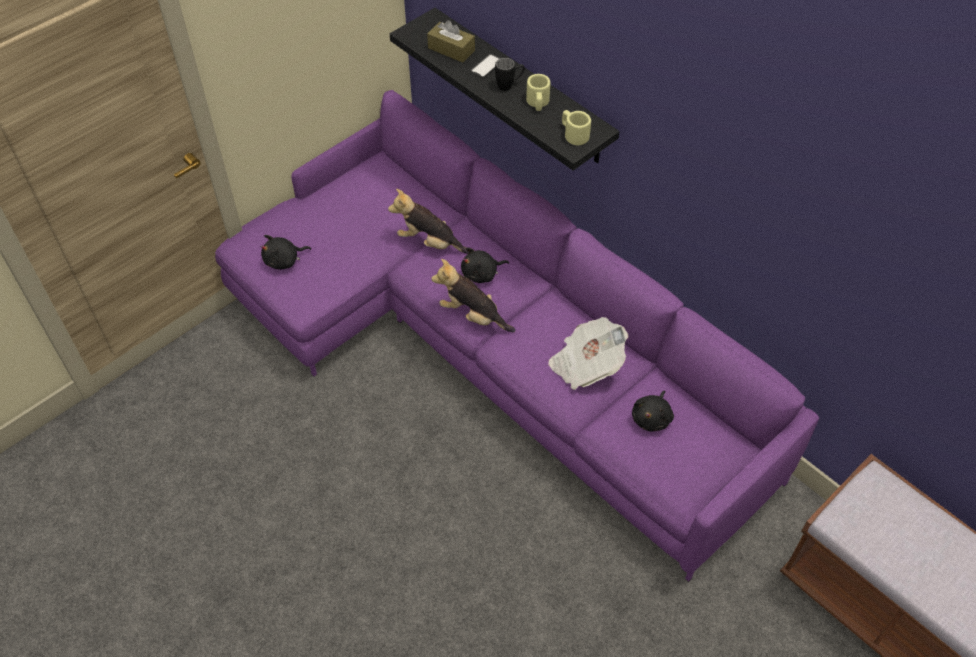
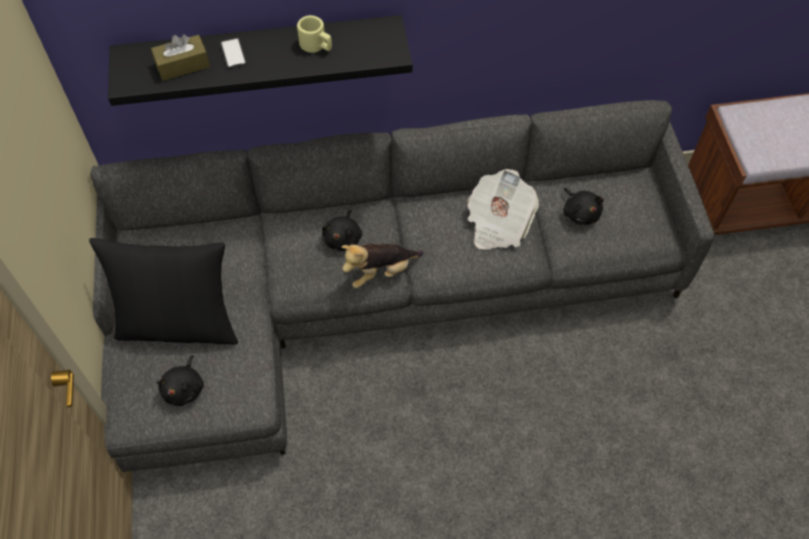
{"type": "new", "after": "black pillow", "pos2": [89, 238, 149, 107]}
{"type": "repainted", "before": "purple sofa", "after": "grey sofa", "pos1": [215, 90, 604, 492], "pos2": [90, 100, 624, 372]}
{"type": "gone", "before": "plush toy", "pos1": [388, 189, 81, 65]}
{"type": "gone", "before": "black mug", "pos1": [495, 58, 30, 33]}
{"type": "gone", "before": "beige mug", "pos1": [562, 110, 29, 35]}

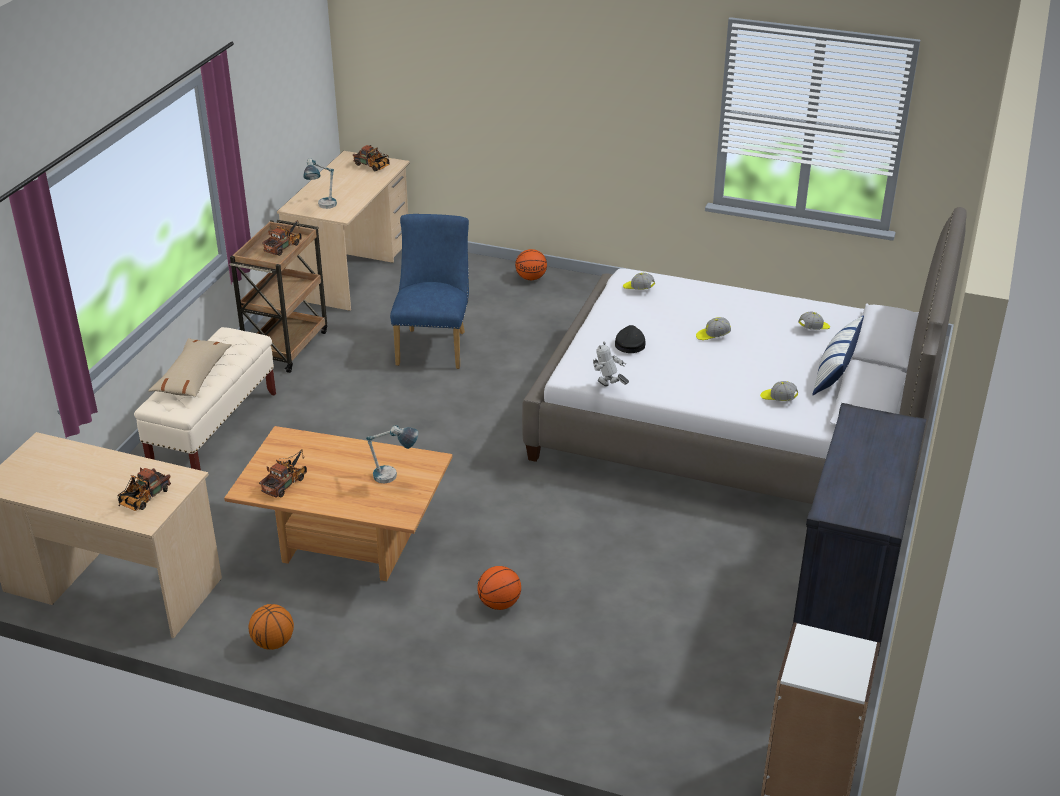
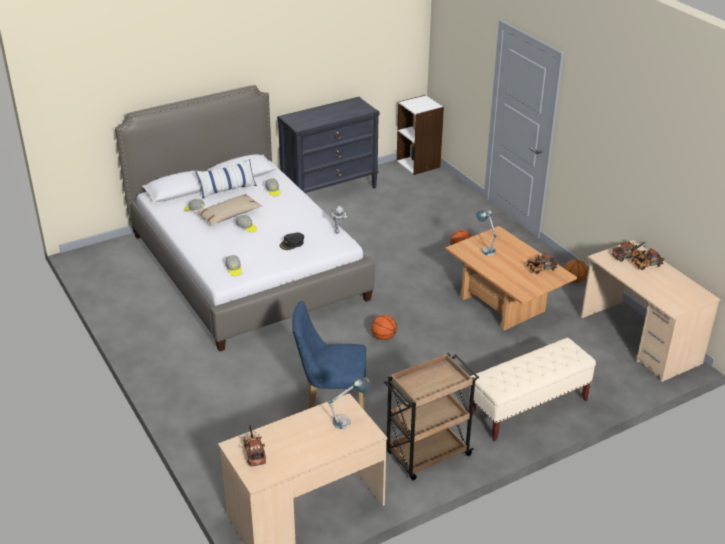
{"type": "shifted", "before": "beige pillow", "pos1": [149, 338, 83, 59], "pos2": [196, 194, 67, 32]}
{"type": "rotated", "before": "blue chair", "pos1": [390, 214, 79, 155], "pos2": [292, 301, 74, 108], "turn": 45}
{"type": "shifted", "before": "basketball", "pos1": [515, 249, 32, 31], "pos2": [371, 315, 26, 25]}
{"type": "shifted", "before": "toy truck", "pos1": [262, 220, 40, 36], "pos2": [631, 248, 34, 22]}

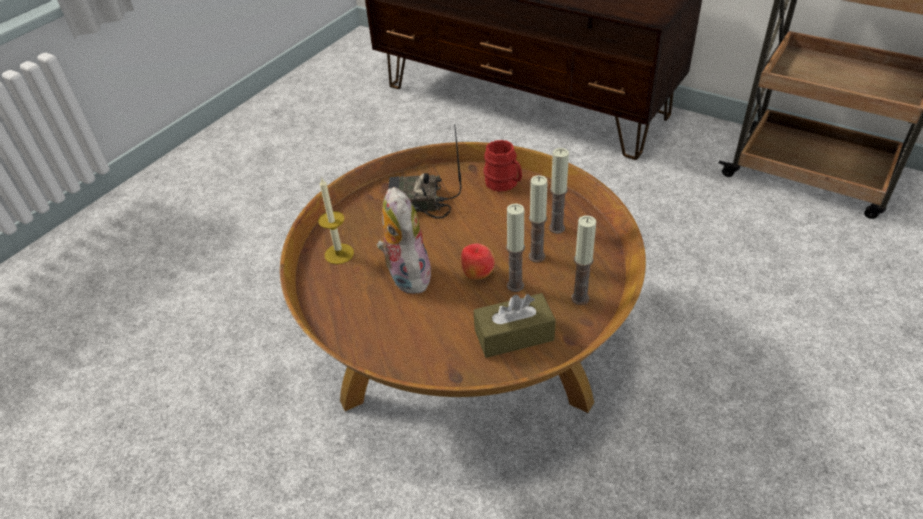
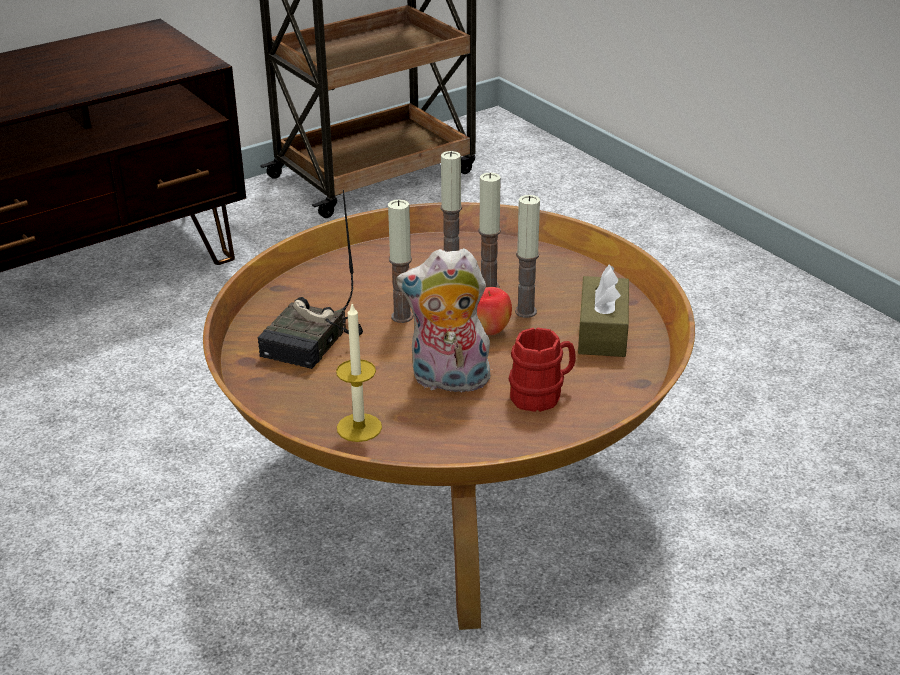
{"type": "shifted", "before": "candle", "pos1": [571, 215, 25, 90], "pos2": [388, 199, 25, 124]}
{"type": "shifted", "before": "red mug", "pos1": [483, 140, 39, 52], "pos2": [509, 328, 67, 84]}

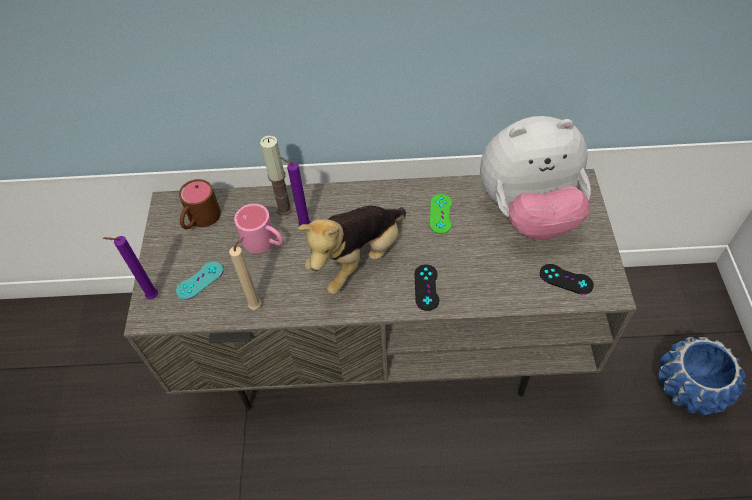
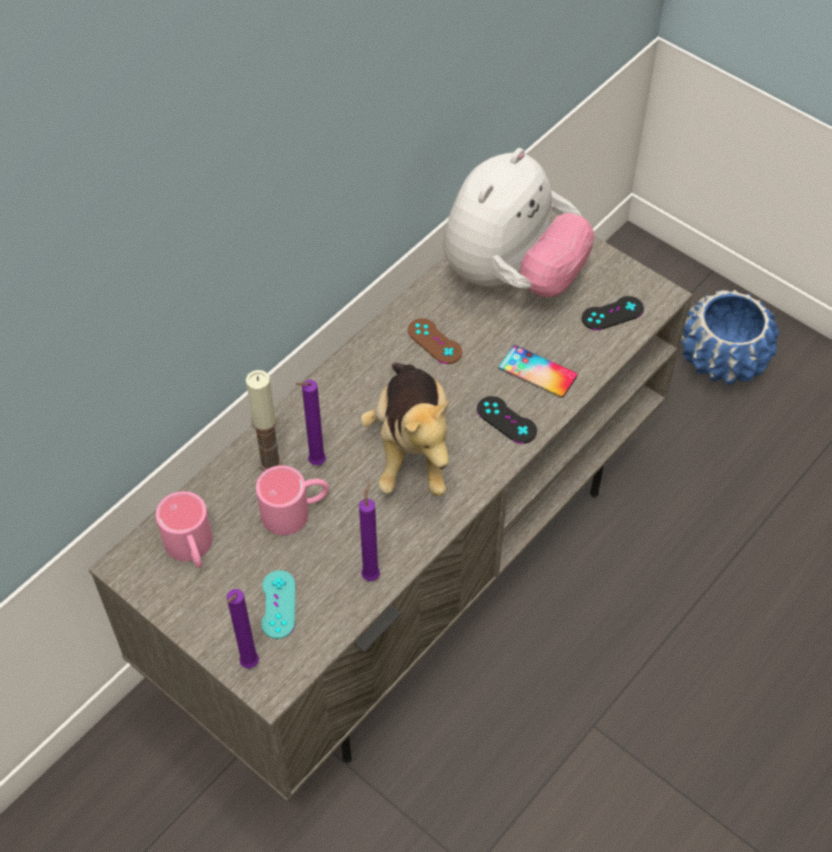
{"type": "repainted", "before": "brown mug", "after": "pink mug", "pos1": [179, 179, 42, 51], "pos2": [156, 491, 57, 77]}
{"type": "repainted", "before": "beige candle", "after": "purple candle", "pos1": [229, 237, 32, 73], "pos2": [359, 482, 21, 99]}
{"type": "repainted", "before": "green game controller", "after": "brown game controller", "pos1": [430, 194, 22, 40], "pos2": [408, 318, 55, 46]}
{"type": "new", "after": "phone", "pos2": [499, 345, 79, 53]}

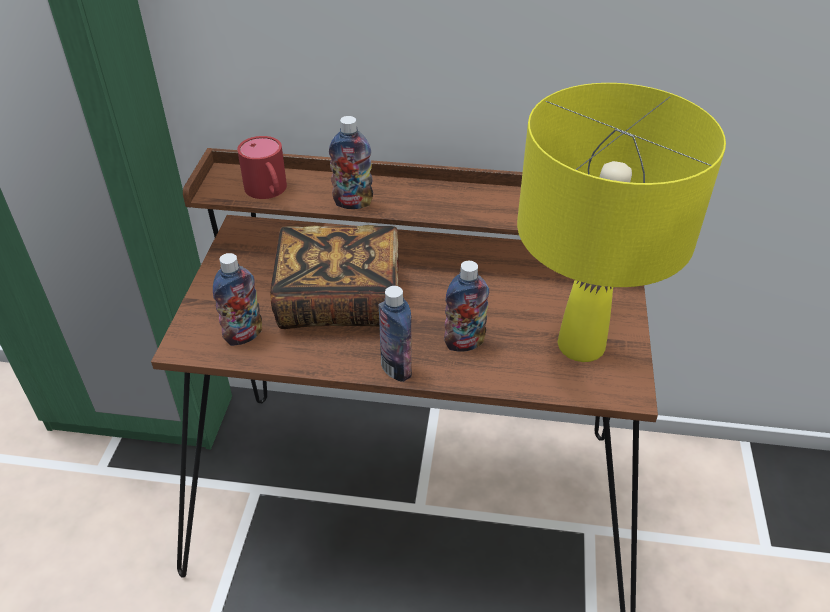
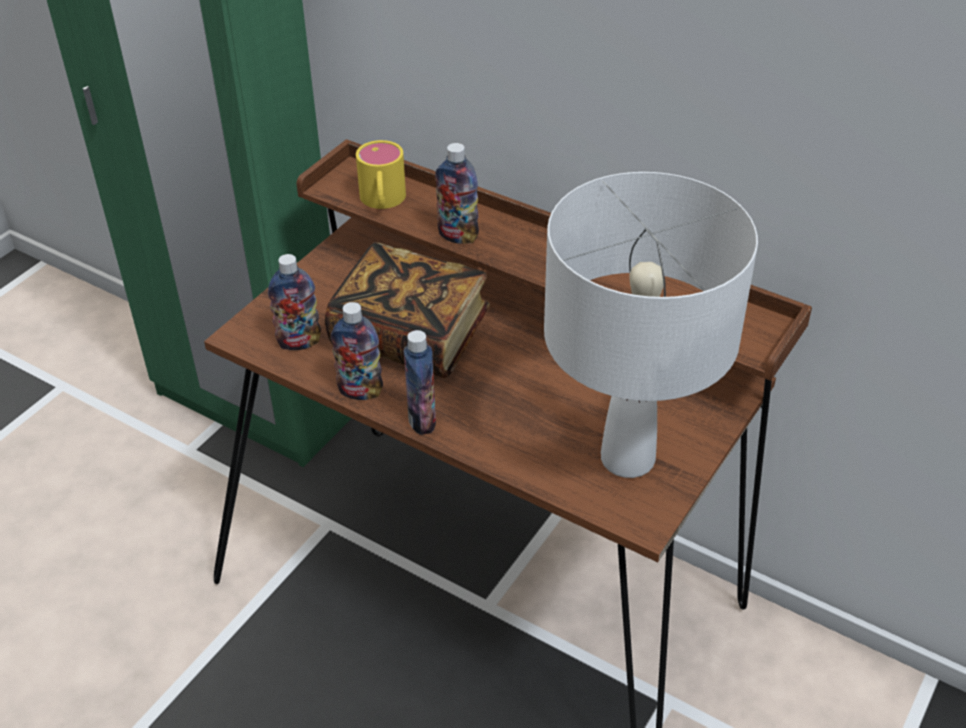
{"type": "shifted", "before": "bottle", "pos1": [444, 261, 45, 91], "pos2": [331, 302, 52, 98]}
{"type": "repainted", "before": "red mug", "after": "yellow mug", "pos1": [237, 136, 50, 63], "pos2": [356, 140, 50, 69]}
{"type": "repainted", "before": "yellow table lamp", "after": "white table lamp", "pos1": [517, 83, 209, 279], "pos2": [544, 172, 214, 306]}

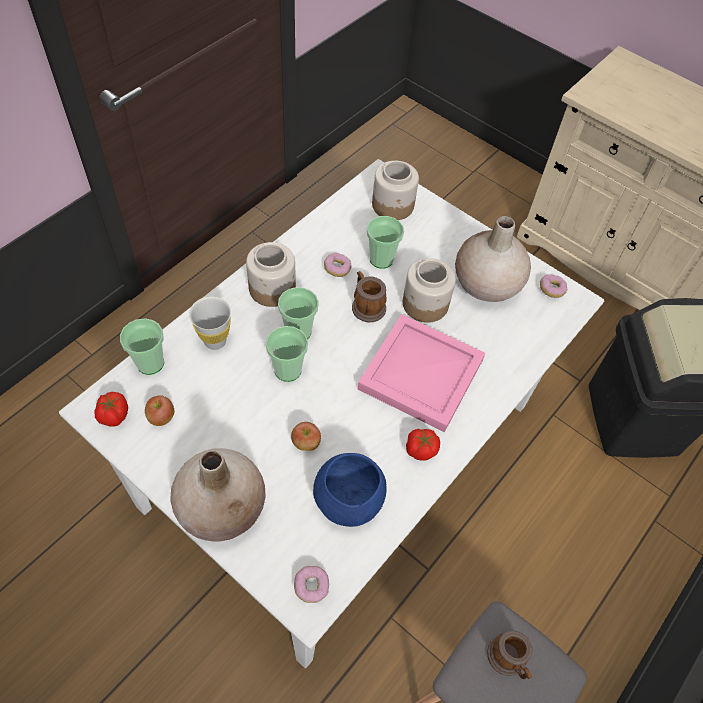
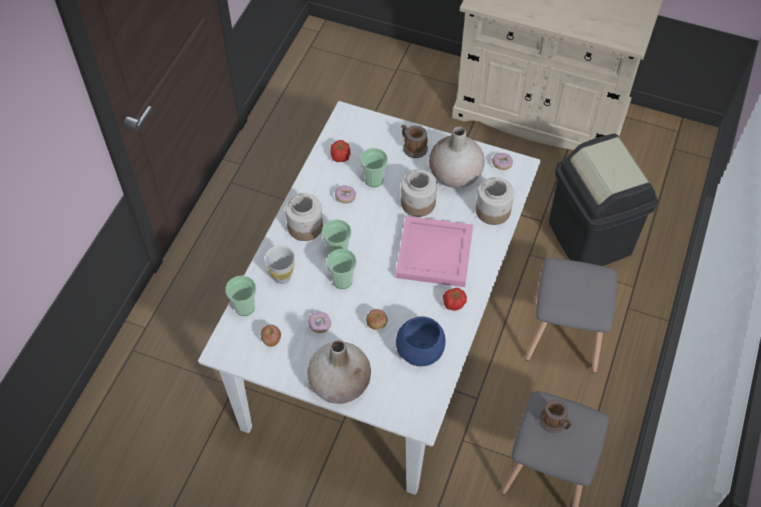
{"type": "shifted", "before": "donut", "pos1": [294, 566, 35, 37], "pos2": [308, 311, 23, 22]}
{"type": "shifted", "before": "tomato", "pos1": [94, 392, 34, 35], "pos2": [330, 140, 20, 22]}
{"type": "shifted", "before": "mug", "pos1": [352, 271, 35, 51], "pos2": [401, 125, 27, 33]}
{"type": "shifted", "before": "jar", "pos1": [372, 161, 47, 59], "pos2": [476, 177, 38, 48]}
{"type": "new", "after": "grey stool", "pos2": [525, 258, 92, 115]}

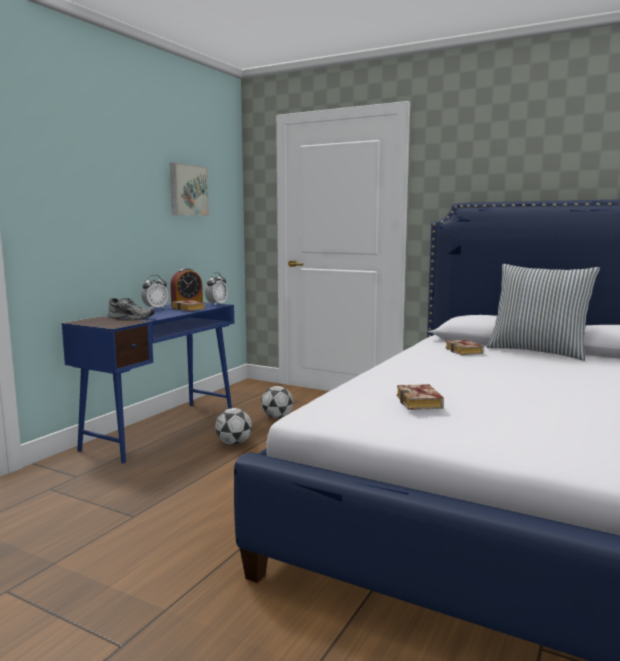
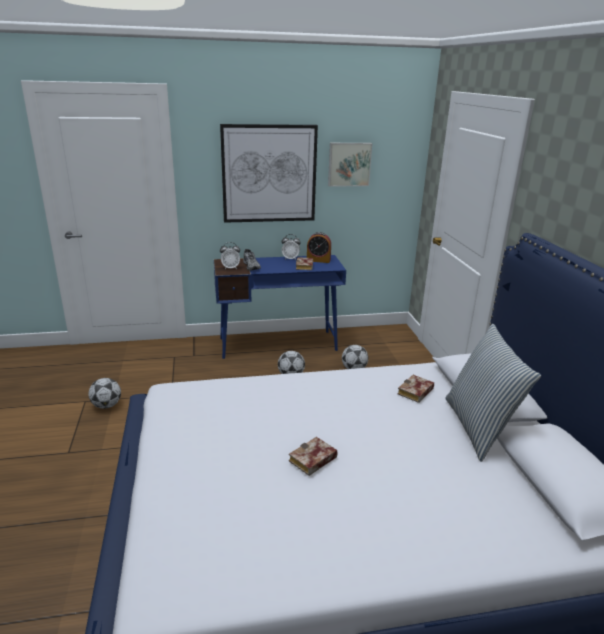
{"type": "new", "after": "football", "pos2": [88, 378, 33, 31]}
{"type": "new", "after": "picture", "pos2": [220, 124, 98, 99]}
{"type": "shifted", "before": "alarm clock", "pos1": [205, 272, 23, 34], "pos2": [220, 242, 20, 27]}
{"type": "shifted", "before": "book", "pos1": [397, 384, 47, 26], "pos2": [289, 437, 49, 39]}

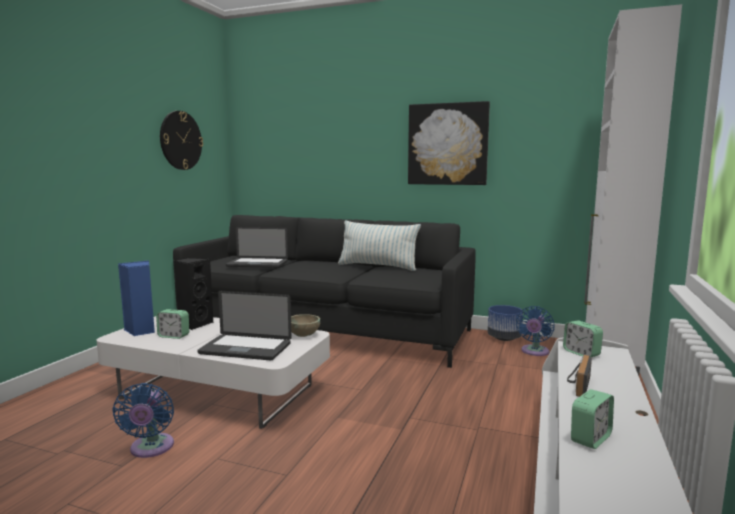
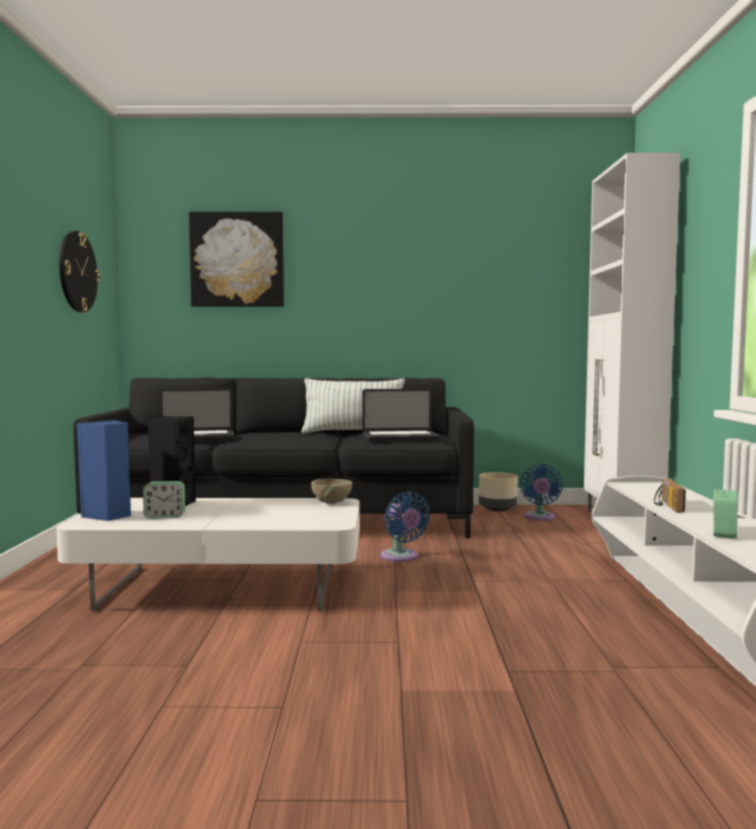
{"type": "shifted", "before": "picture", "pos1": [408, 101, 82, 84], "pos2": [189, 212, 95, 95]}
{"type": "shifted", "before": "laptop", "pos1": [197, 291, 95, 69], "pos2": [362, 389, 78, 52]}
{"type": "shifted", "before": "blue fan", "pos1": [112, 383, 62, 75], "pos2": [381, 491, 49, 71]}
{"type": "repainted", "before": "blue planter", "after": "beige planter", "pos1": [488, 305, 35, 36], "pos2": [479, 472, 39, 40]}
{"type": "gone", "before": "alarm clock", "pos1": [563, 320, 40, 37]}

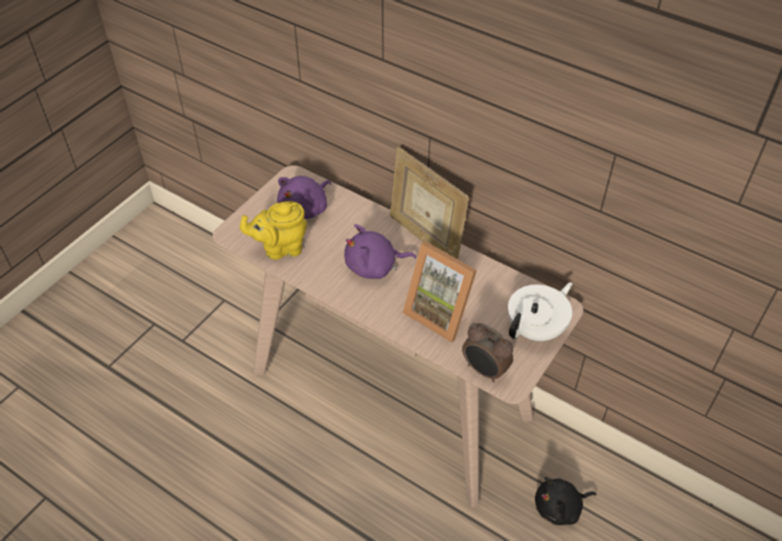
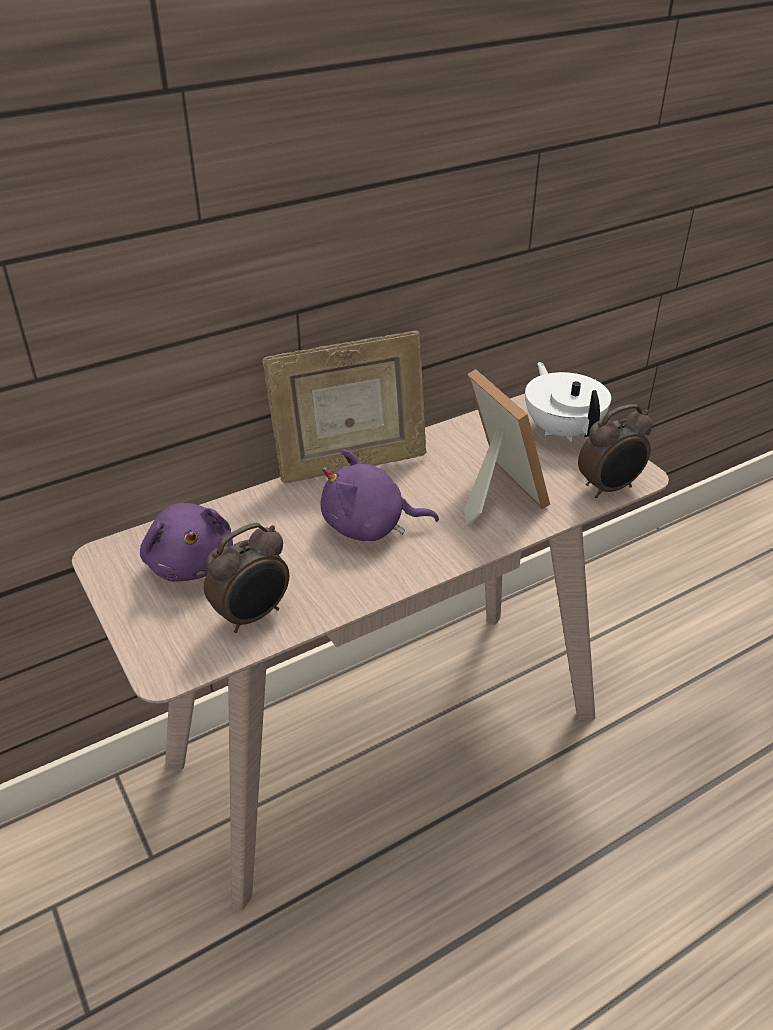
{"type": "swapped", "before": "yellow teapot", "after": "alarm clock", "pos1": [240, 201, 67, 59], "pos2": [204, 523, 85, 110]}
{"type": "rotated", "before": "purple plush toy", "pos1": [344, 224, 73, 55], "pos2": [320, 449, 119, 92], "turn": 75}
{"type": "rotated", "before": "picture frame", "pos1": [403, 241, 74, 102], "pos2": [464, 369, 86, 157], "turn": -90}
{"type": "gone", "before": "black plush toy", "pos1": [535, 477, 61, 48]}

